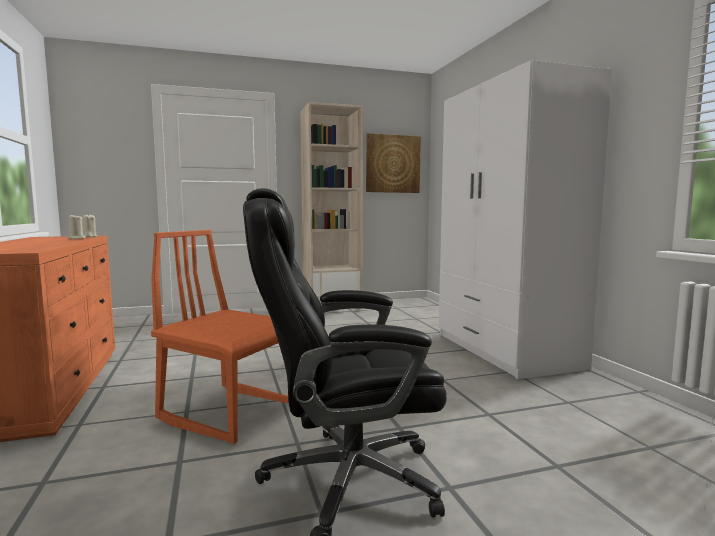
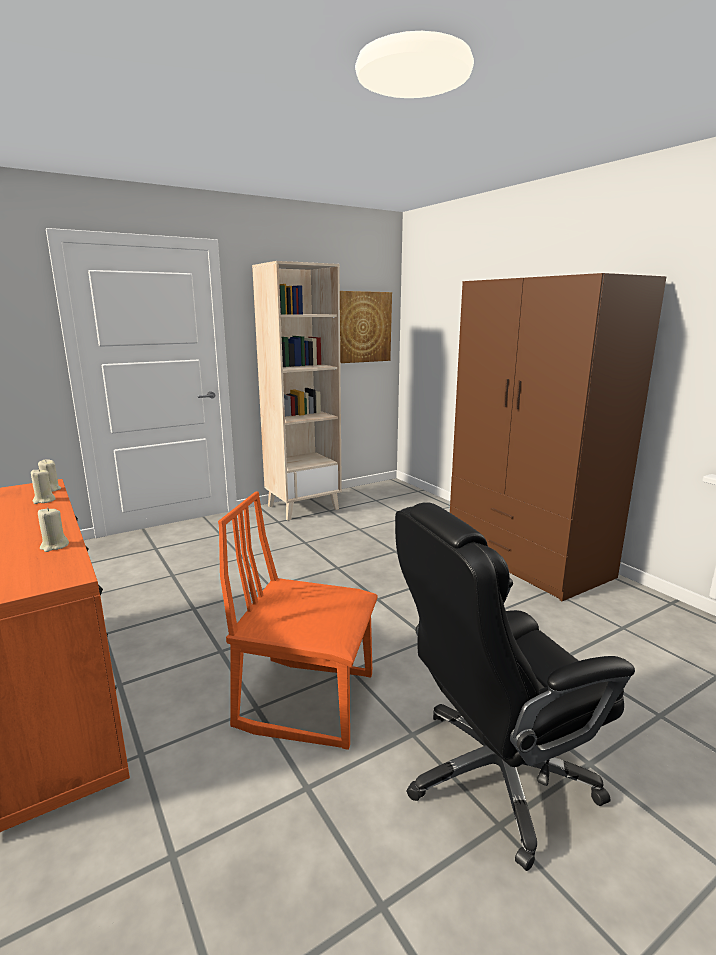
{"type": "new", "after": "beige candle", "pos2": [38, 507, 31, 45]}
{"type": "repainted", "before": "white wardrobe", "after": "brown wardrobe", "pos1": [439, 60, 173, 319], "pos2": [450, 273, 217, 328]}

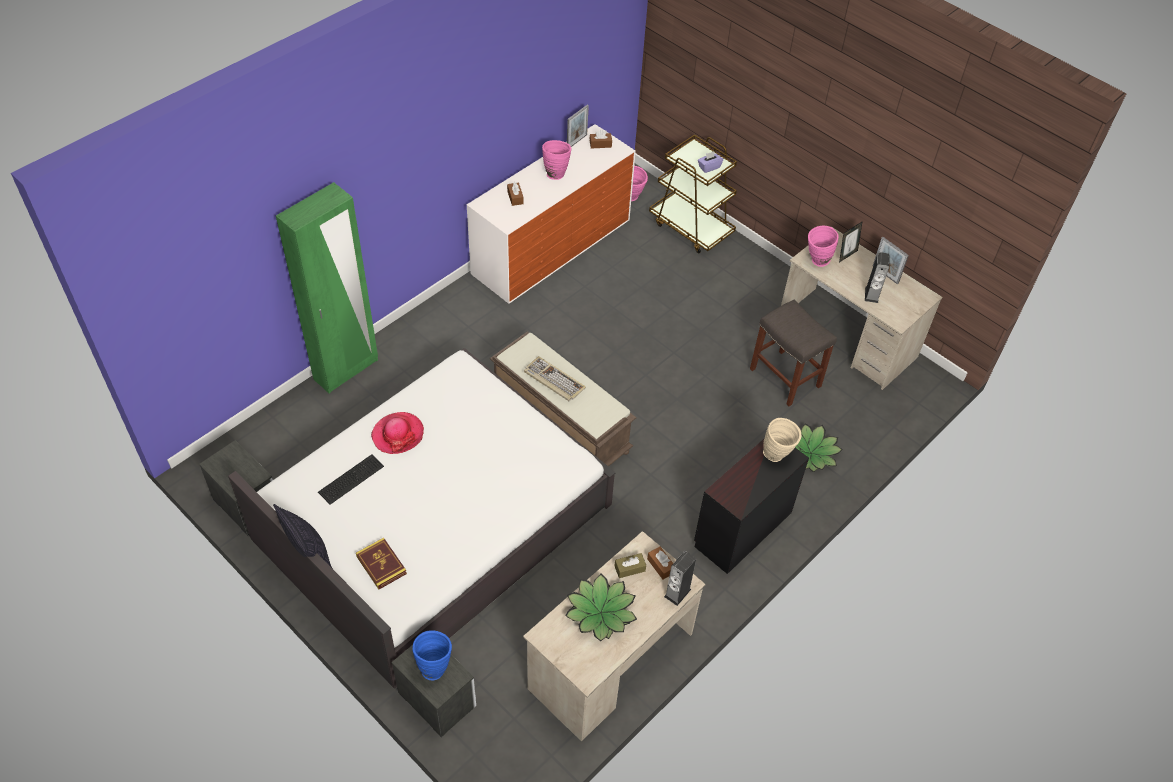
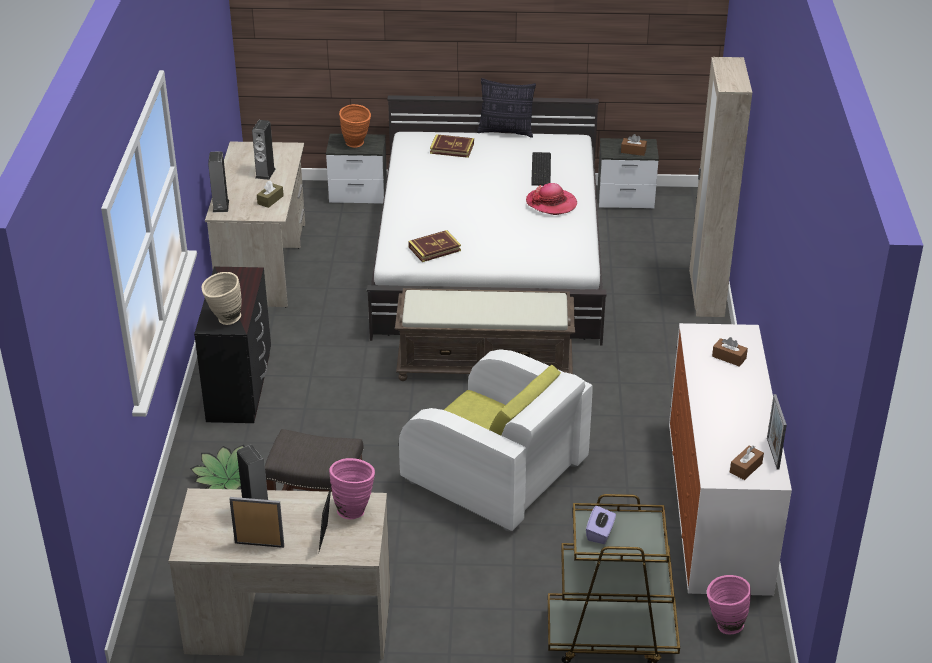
{"type": "swapped", "before": "potted plant", "after": "speaker", "pos1": [565, 574, 72, 68], "pos2": [252, 120, 23, 60]}
{"type": "repainted", "before": "blue vase", "after": "orange vase", "pos1": [412, 630, 40, 50], "pos2": [339, 104, 32, 44]}
{"type": "new", "after": "white armchair", "pos2": [399, 349, 194, 182]}
{"type": "new", "after": "book", "pos2": [408, 230, 53, 32]}
{"type": "shifted", "before": "brown tissue box", "pos1": [647, 547, 26, 32], "pos2": [621, 134, 26, 22]}
{"type": "repainted", "before": "green wardrobe", "after": "beige wardrobe", "pos1": [276, 182, 102, 211], "pos2": [689, 57, 63, 260]}
{"type": "gone", "before": "keyboard", "pos1": [524, 356, 62, 45]}
{"type": "gone", "before": "pink vase", "pos1": [542, 140, 29, 40]}

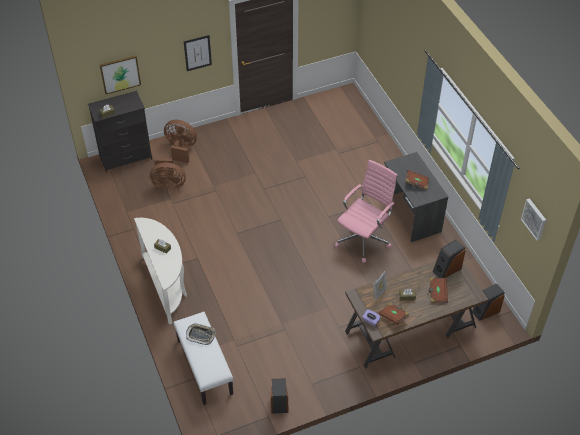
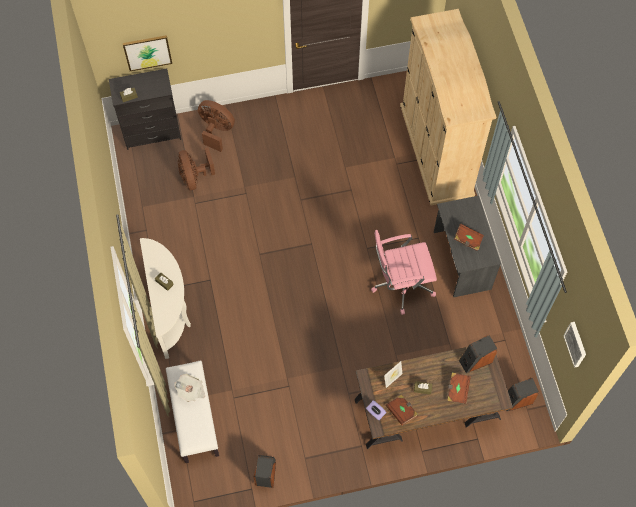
{"type": "swapped", "before": "tray", "after": "newspaper", "pos1": [186, 324, 29, 21], "pos2": [175, 374, 30, 28]}
{"type": "rotated", "before": "brown fan", "pos1": [150, 158, 36, 32], "pos2": [178, 147, 37, 43], "turn": 60}
{"type": "rotated", "before": "pink office chair", "pos1": [334, 160, 64, 103], "pos2": [371, 230, 66, 85], "turn": -150}
{"type": "new", "after": "beige wardrobe", "pos2": [400, 9, 96, 196]}
{"type": "gone", "before": "picture", "pos1": [184, 35, 28, 36]}

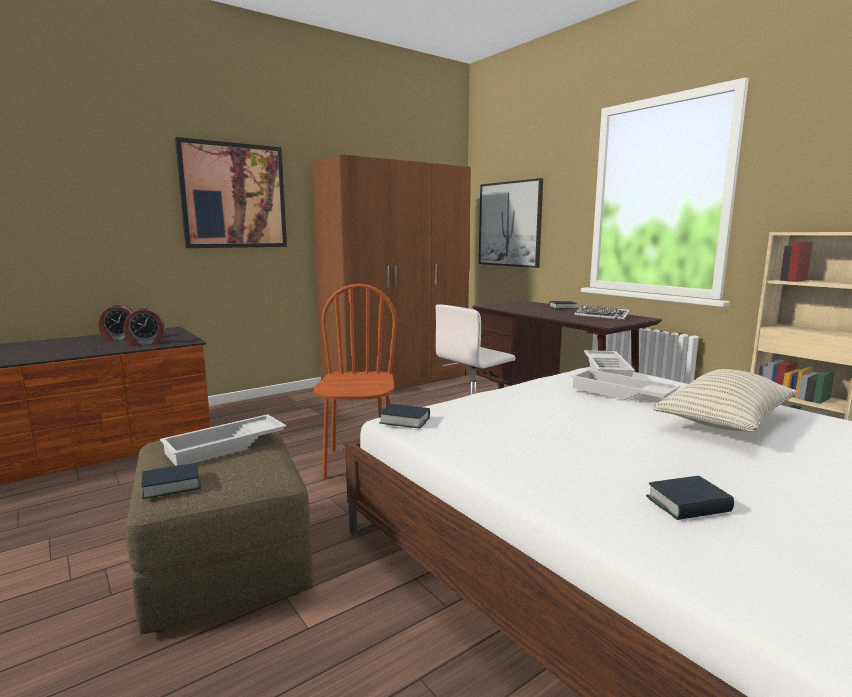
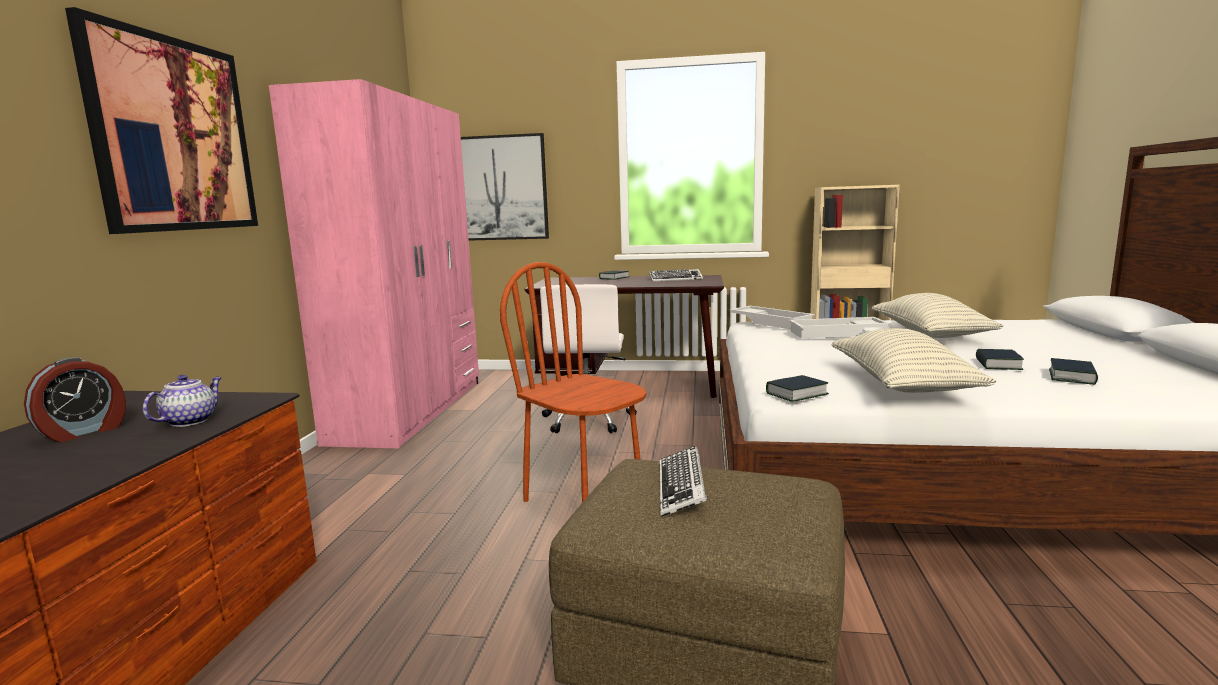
{"type": "swapped", "before": "alarm clock", "after": "teapot", "pos1": [124, 307, 41, 39], "pos2": [143, 375, 79, 52]}
{"type": "repainted", "before": "brown wardrobe", "after": "pink wardrobe", "pos1": [312, 154, 159, 246], "pos2": [269, 79, 210, 369]}
{"type": "swapped", "before": "white tray", "after": "keyboard", "pos1": [160, 414, 127, 52], "pos2": [660, 446, 47, 71]}
{"type": "new", "after": "pillow", "pos2": [831, 328, 165, 65]}
{"type": "shifted", "before": "book", "pos1": [141, 463, 60, 36], "pos2": [976, 349, 48, 21]}

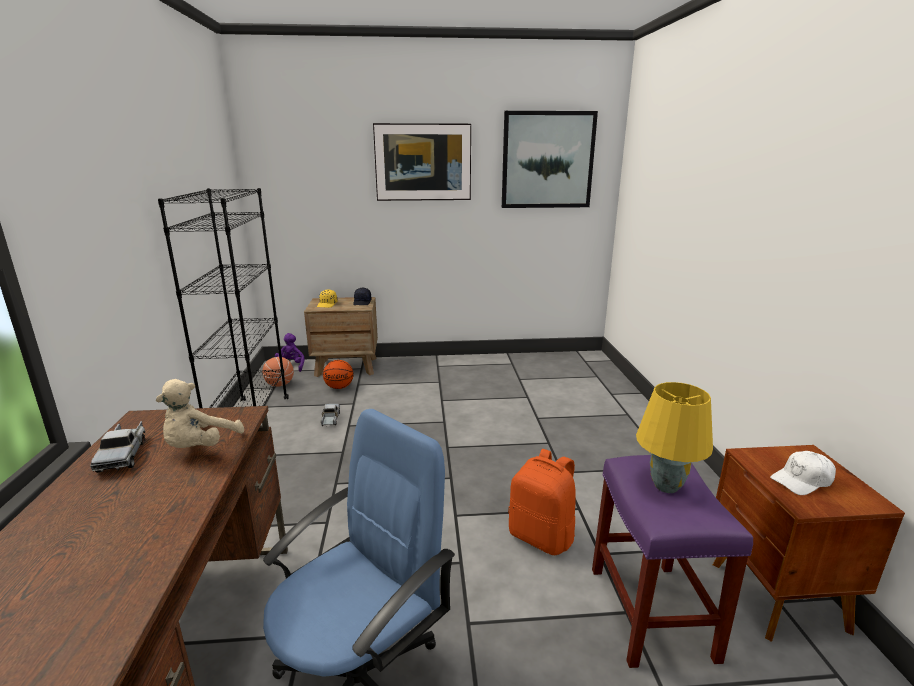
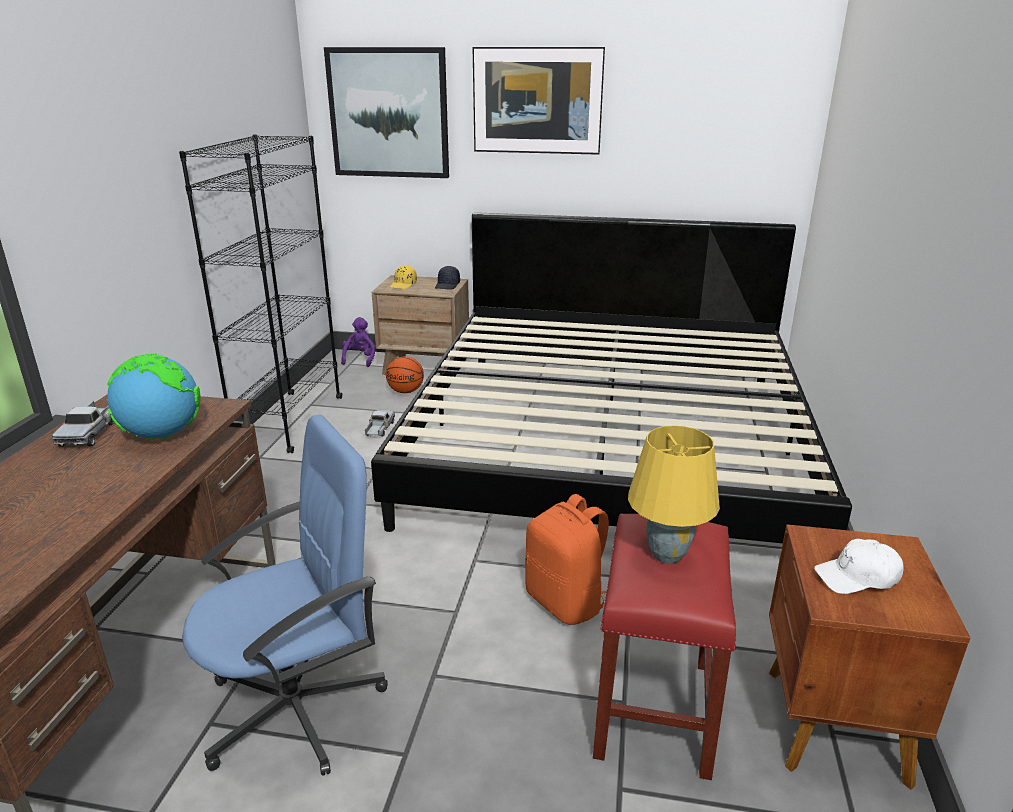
{"type": "swapped", "before": "beige plush toy", "after": "globe", "pos1": [156, 379, 88, 69], "pos2": [107, 354, 93, 85]}
{"type": "shifted", "before": "picture", "pos1": [502, 111, 96, 97], "pos2": [324, 47, 125, 131]}
{"type": "new", "after": "bed", "pos2": [371, 212, 481, 332]}
{"type": "repainted", "before": "purple stool", "after": "red stool", "pos1": [592, 455, 161, 213], "pos2": [593, 514, 143, 266]}
{"type": "gone", "before": "basketball", "pos1": [262, 357, 32, 30]}

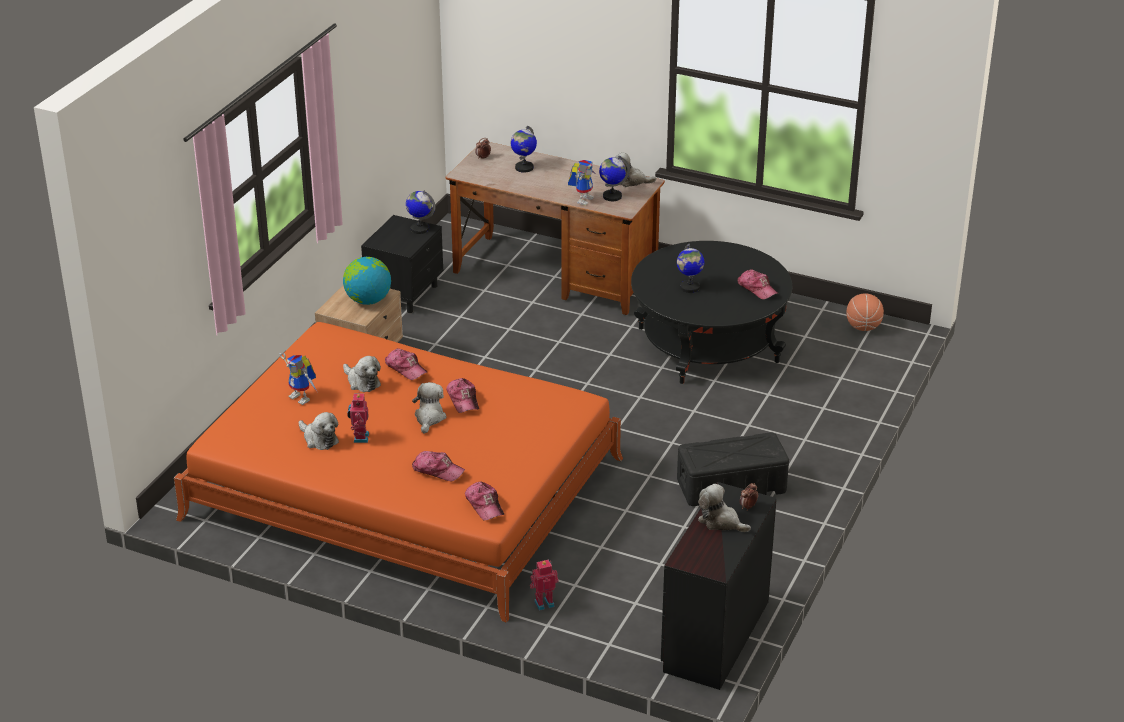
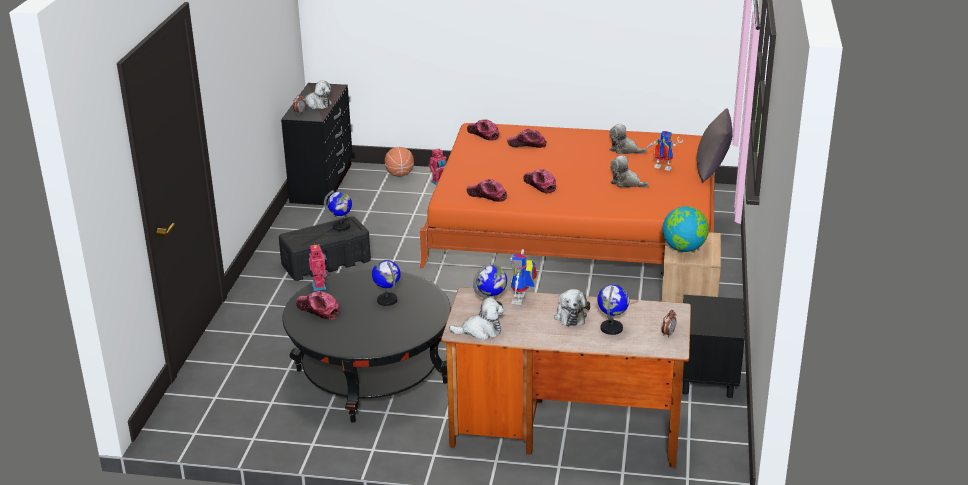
{"type": "shifted", "before": "toy robot", "pos1": [347, 393, 22, 50], "pos2": [309, 243, 19, 48]}
{"type": "shifted", "before": "globe", "pos1": [406, 191, 29, 43], "pos2": [324, 190, 28, 41]}
{"type": "shifted", "before": "basketball", "pos1": [846, 294, 38, 37], "pos2": [385, 147, 29, 30]}
{"type": "shifted", "before": "cap", "pos1": [385, 348, 42, 32], "pos2": [467, 179, 40, 23]}
{"type": "shifted", "before": "plush toy", "pos1": [412, 382, 34, 52], "pos2": [554, 289, 36, 37]}
{"type": "new", "after": "grey pillow", "pos2": [697, 108, 35, 75]}

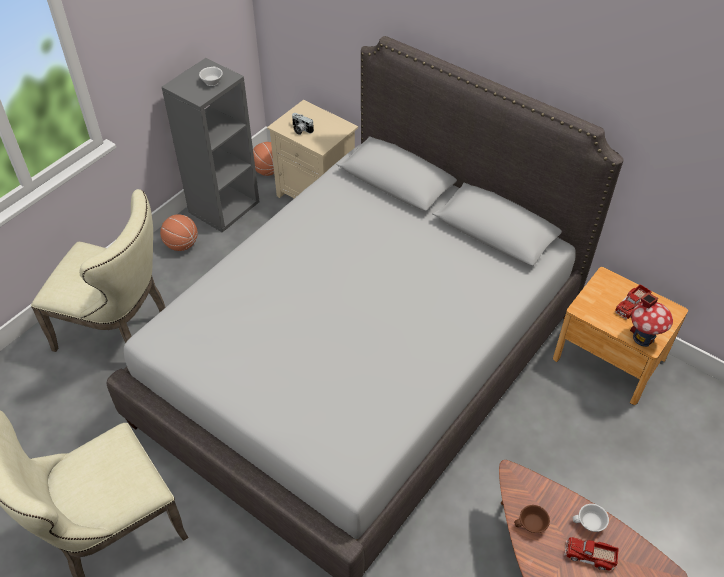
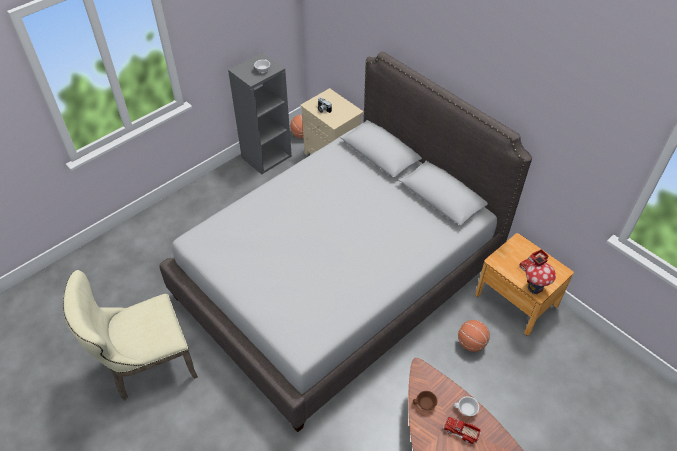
{"type": "shifted", "before": "basketball", "pos1": [160, 214, 38, 37], "pos2": [458, 320, 32, 32]}
{"type": "gone", "before": "beige chair", "pos1": [31, 189, 135, 163]}

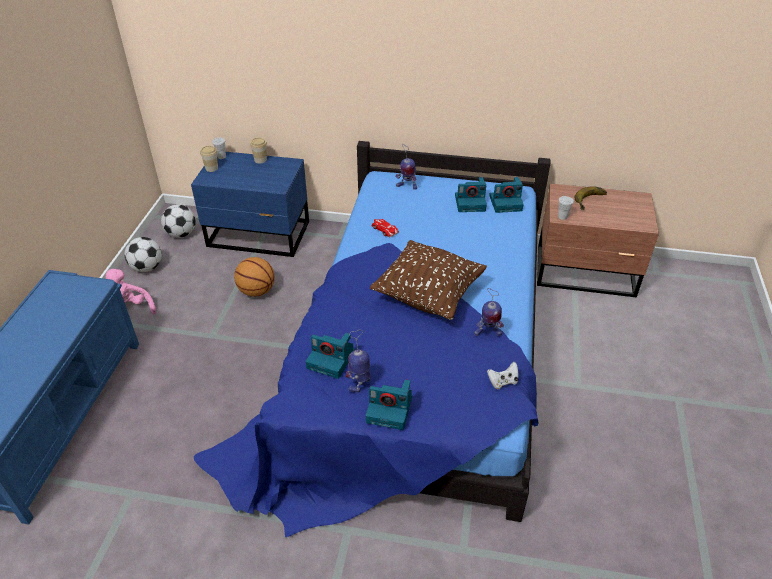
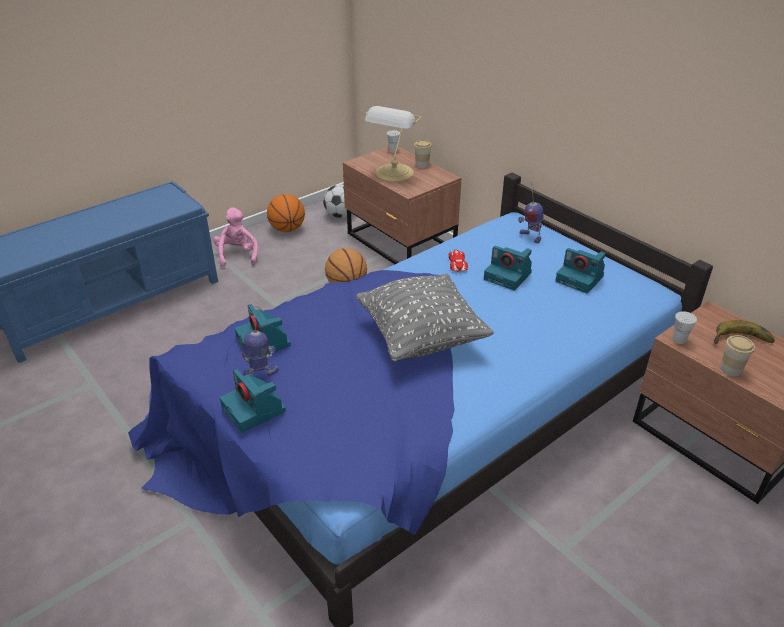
{"type": "swapped", "before": "football", "after": "basketball", "pos1": [124, 237, 38, 35], "pos2": [267, 194, 38, 38]}
{"type": "repainted", "before": "blue nightstand", "after": "brown nightstand", "pos1": [191, 152, 118, 105], "pos2": [343, 146, 118, 118]}
{"type": "repainted", "before": "brown pillow", "after": "grey pillow", "pos1": [370, 240, 117, 80], "pos2": [356, 274, 138, 87]}
{"type": "new", "after": "table lamp", "pos2": [365, 106, 57, 76]}
{"type": "shifted", "before": "photo camera", "pos1": [489, 177, 35, 36], "pos2": [484, 246, 48, 45]}
{"type": "shifted", "before": "cup", "pos1": [200, 146, 18, 26], "pos2": [720, 335, 35, 41]}
{"type": "gone", "before": "toy robot", "pos1": [474, 288, 30, 48]}
{"type": "gone", "before": "white game controller", "pos1": [487, 362, 32, 27]}

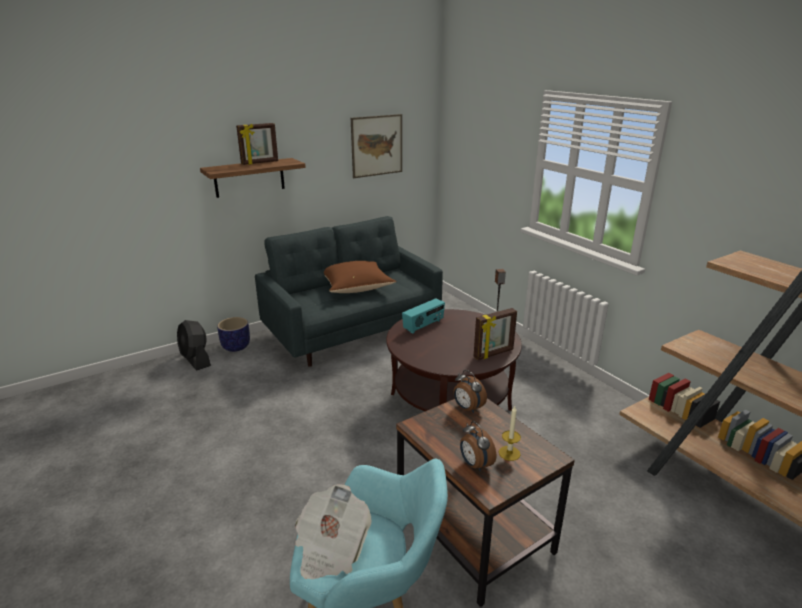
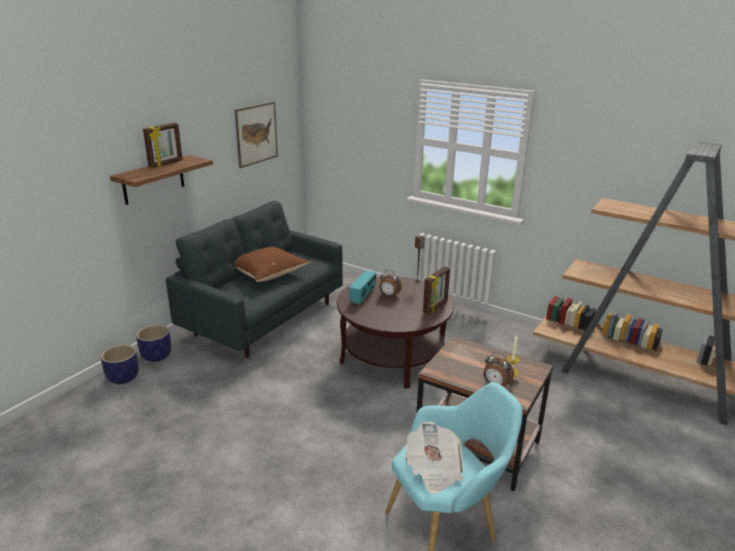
{"type": "swapped", "before": "black fan", "after": "planter", "pos1": [177, 320, 34, 51], "pos2": [101, 345, 38, 39]}
{"type": "shifted", "before": "alarm clock", "pos1": [453, 370, 34, 43], "pos2": [379, 270, 23, 28]}

